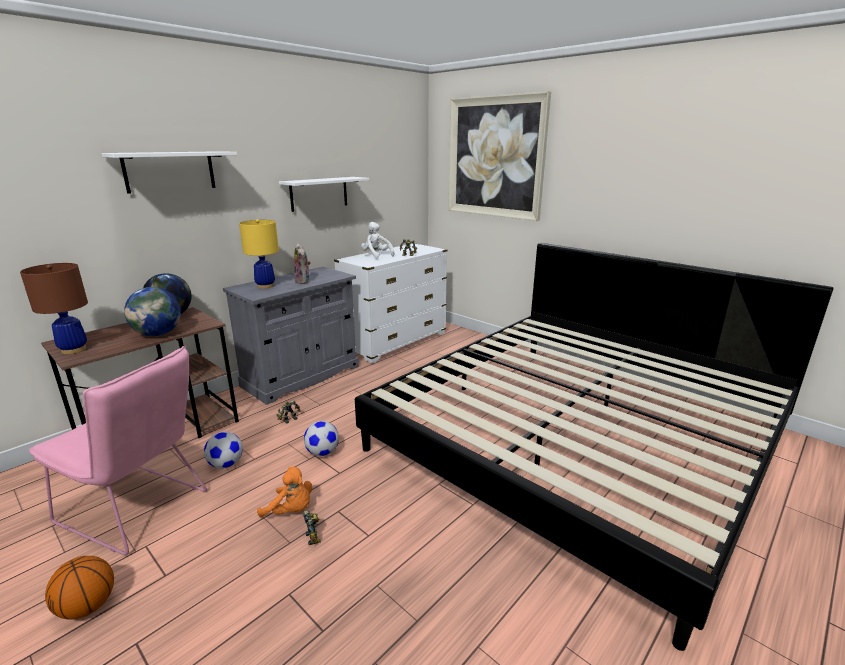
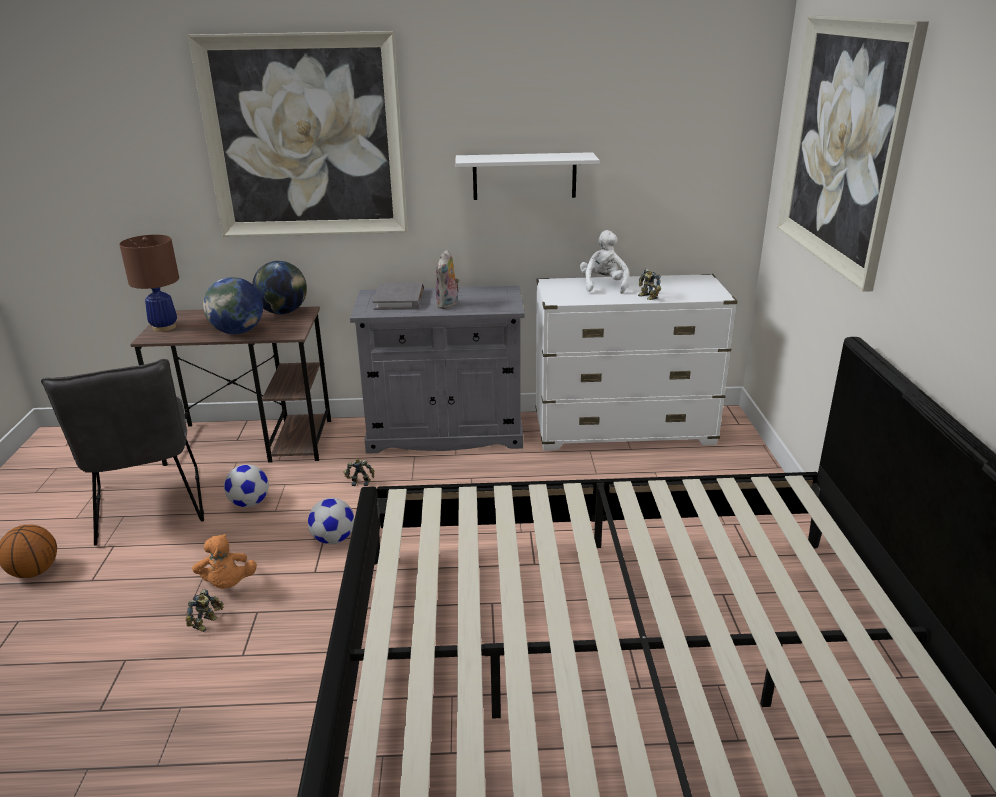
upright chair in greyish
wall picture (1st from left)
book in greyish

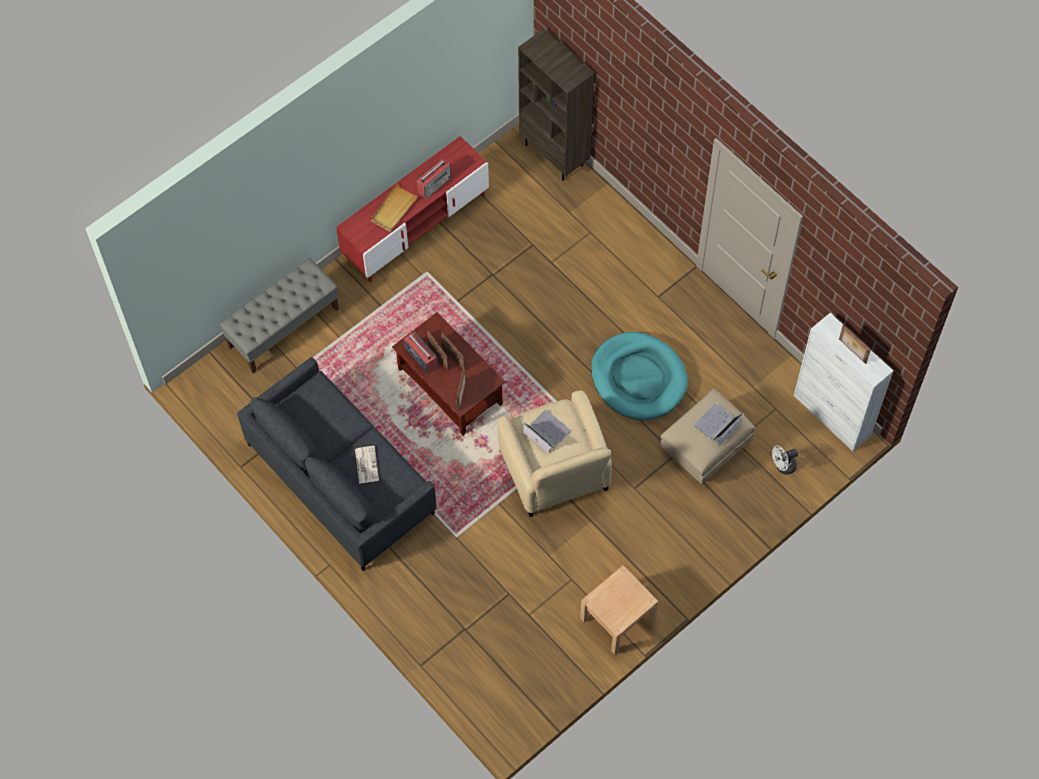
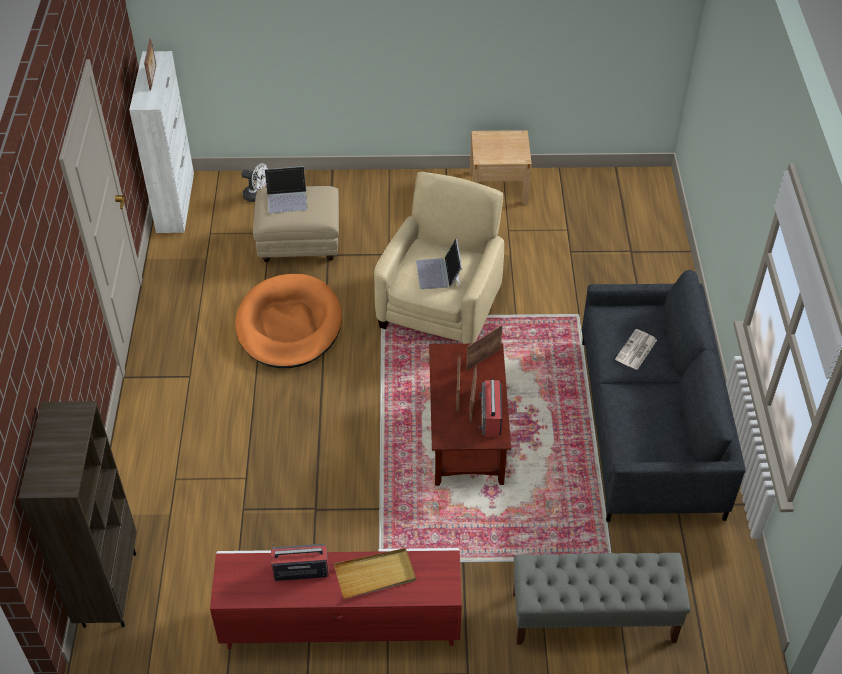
dog bed in orange

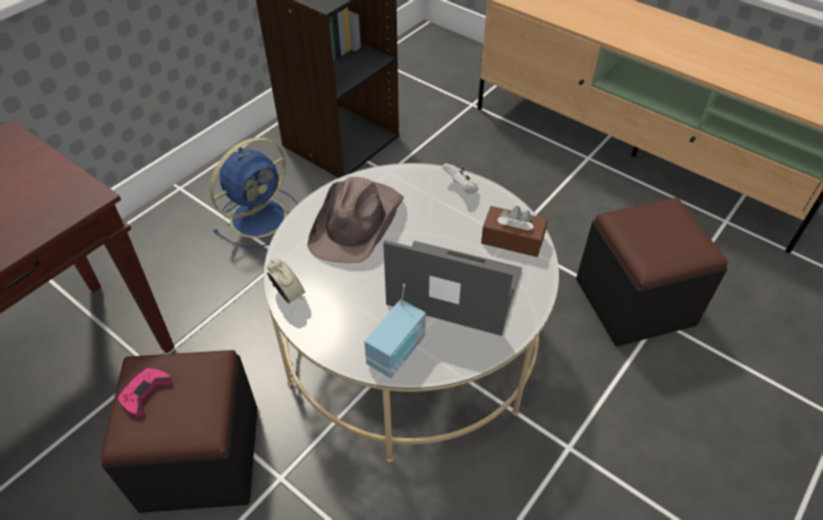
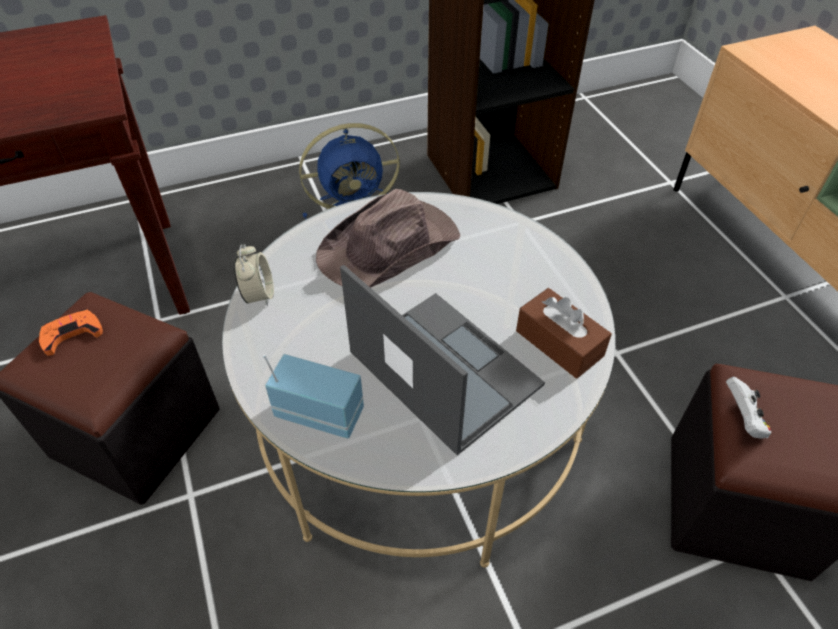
game controller in orange
radio receiver
game controller in white-coloured

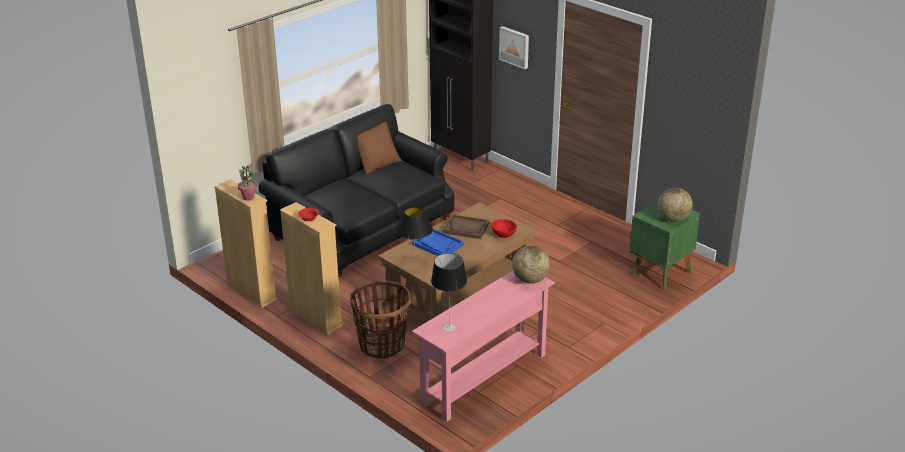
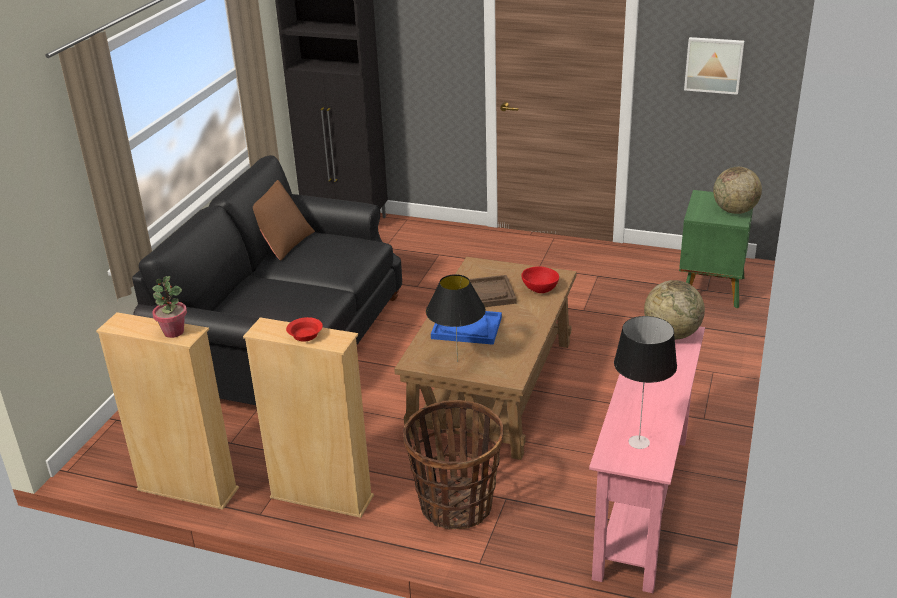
wall picture

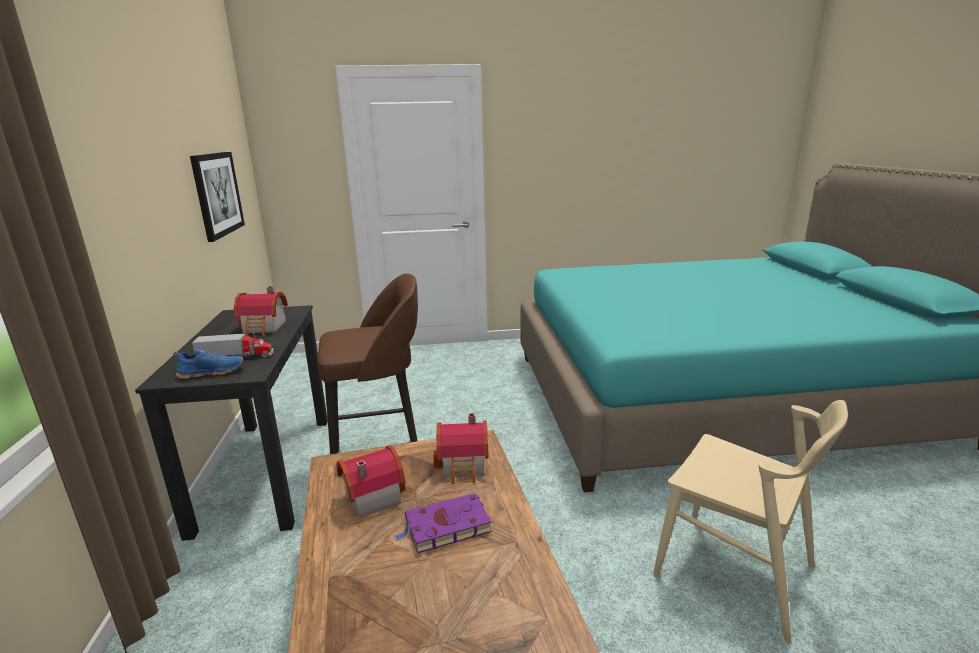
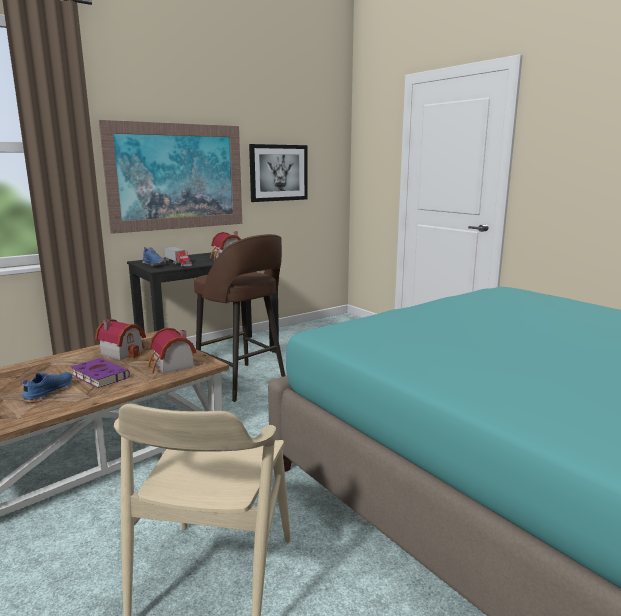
item of footwear in bluish (1st from left)
wall picture (1st from left)

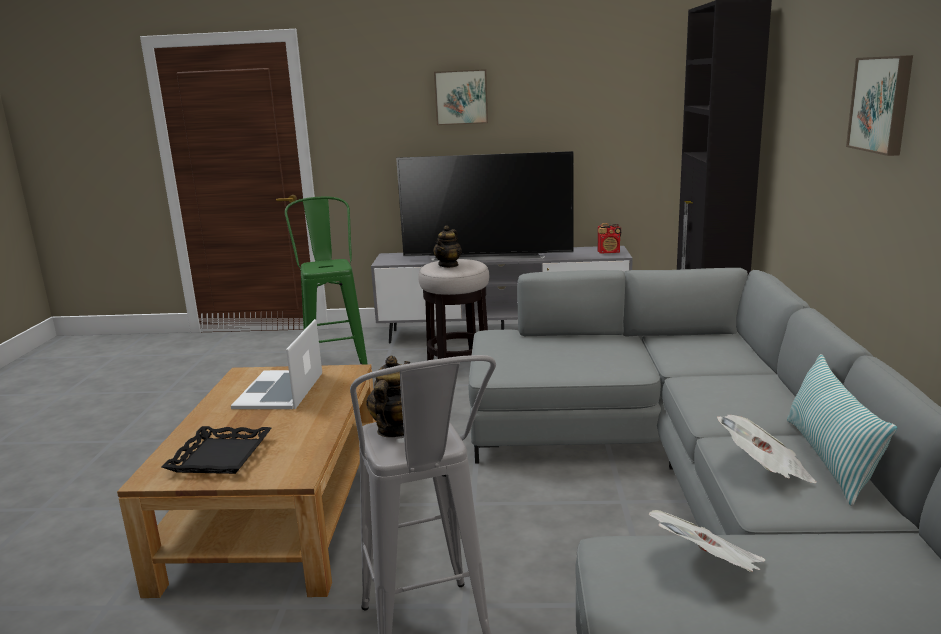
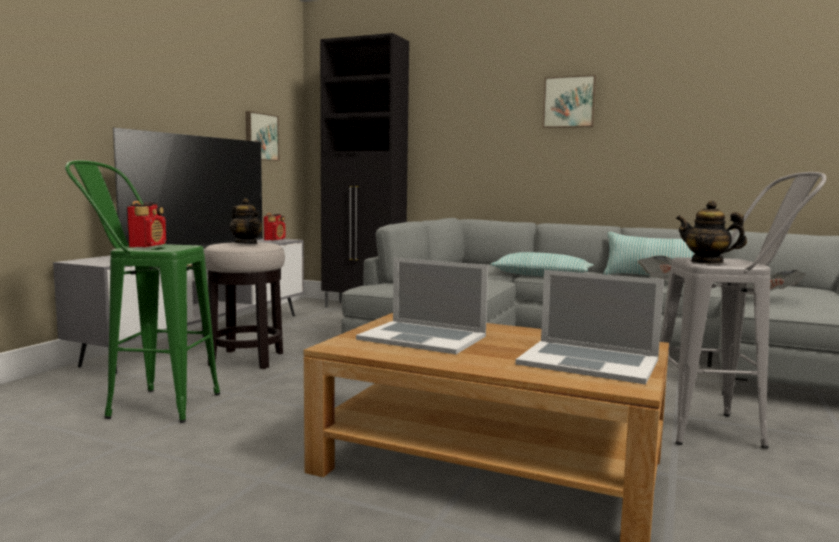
notebook computer (2nd from left)
wall picture (1st from left)
radio receiver (1st from left)
throw pillow (1st from left)

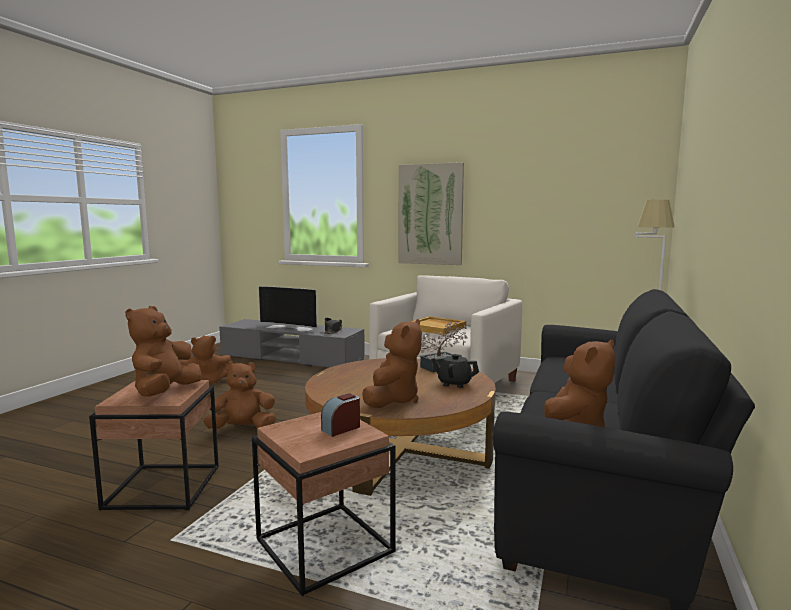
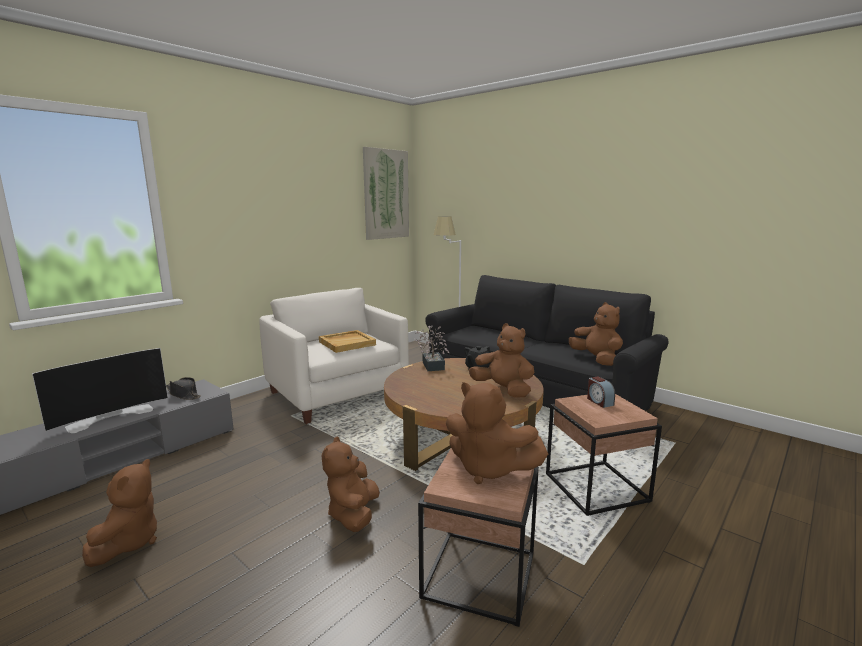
wall picture

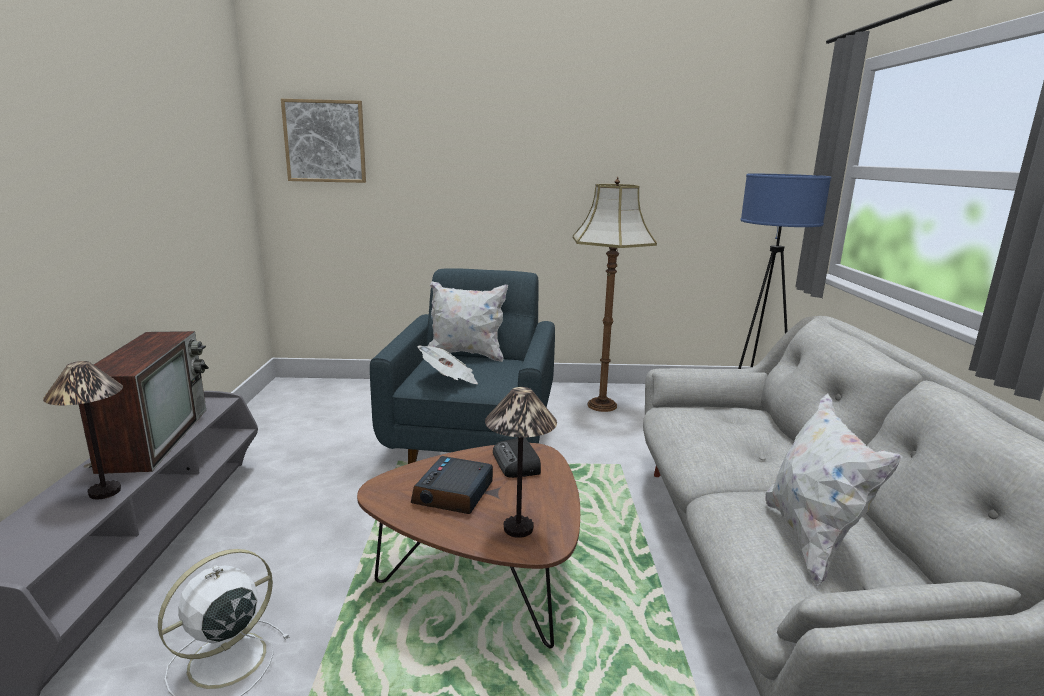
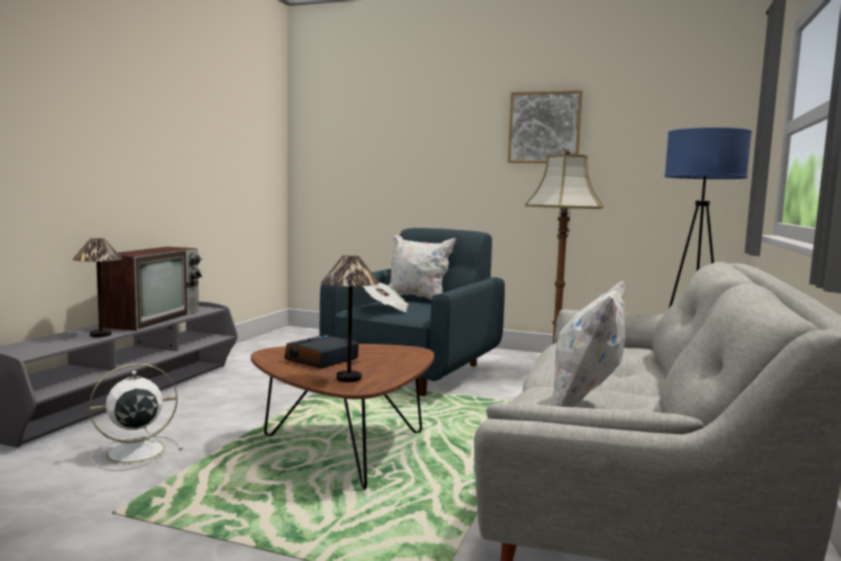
wall picture
radio receiver

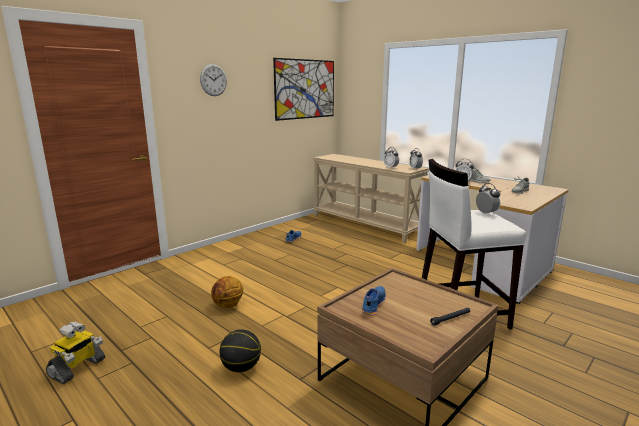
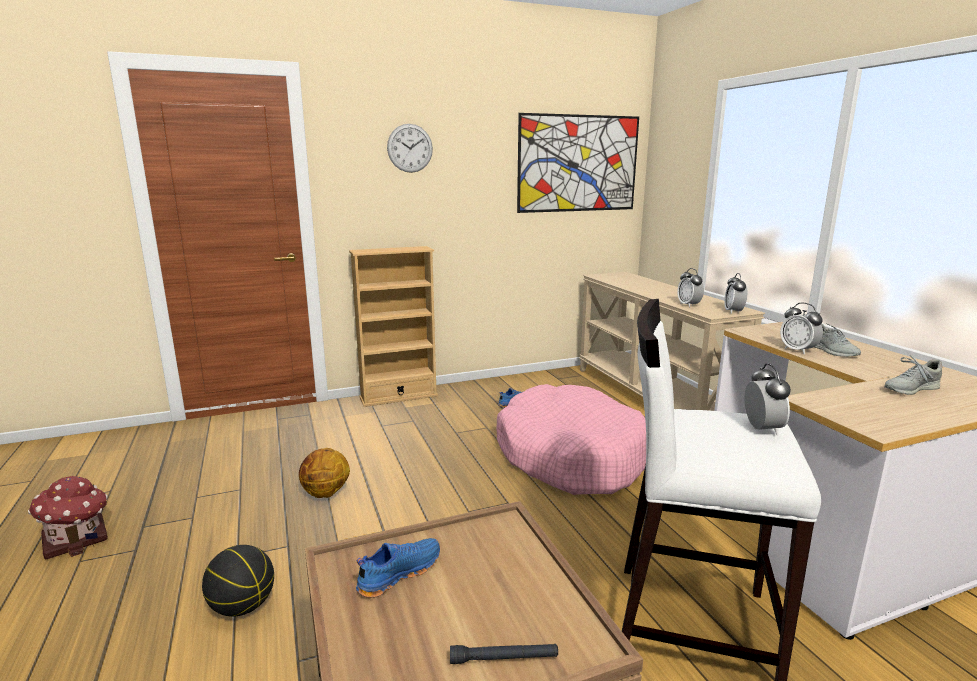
model house
bookshelf in beige
dog bed in pink

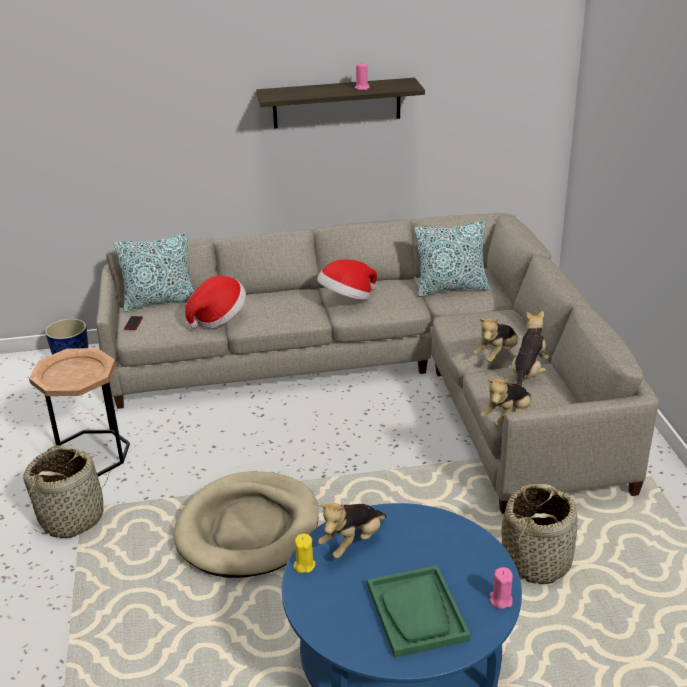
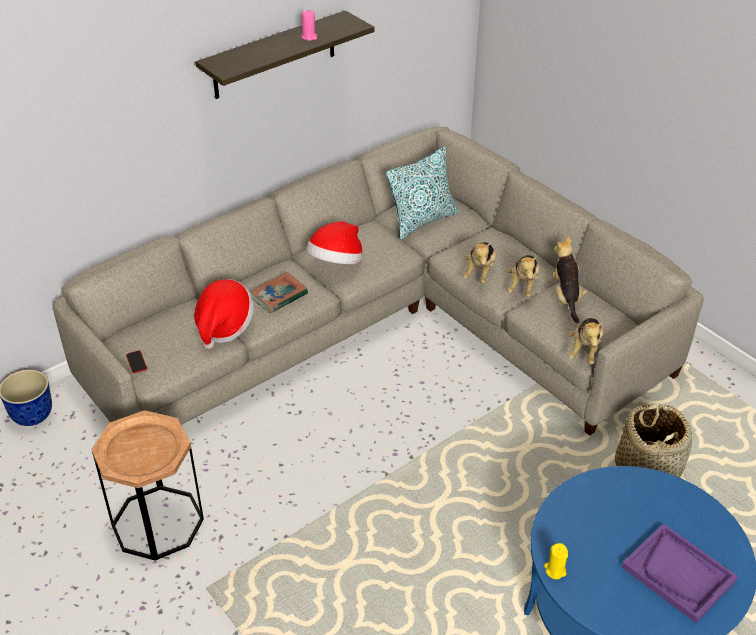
household basket (1st from left in the first image)
throw pillow (1st from left in the first image)
dog bed in beige
plush toy (1st from left)
tray in purplish
candle in pink (2nd from left in the first image)
book

